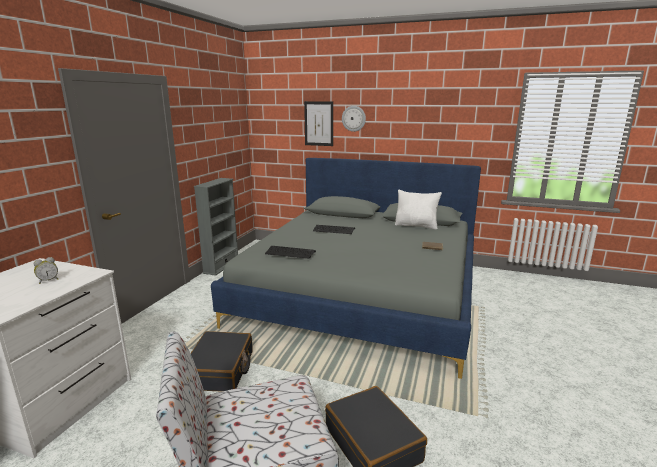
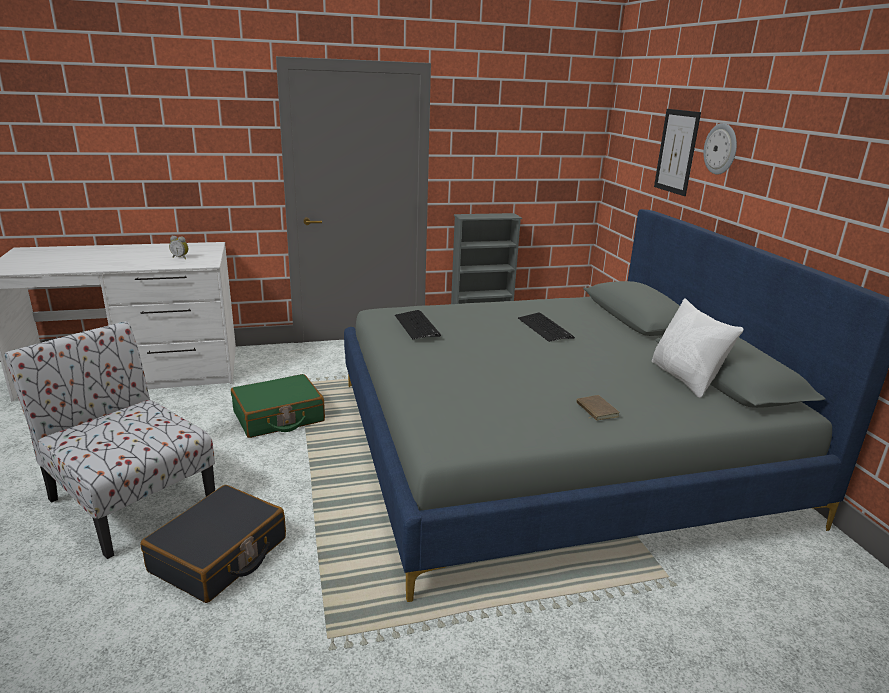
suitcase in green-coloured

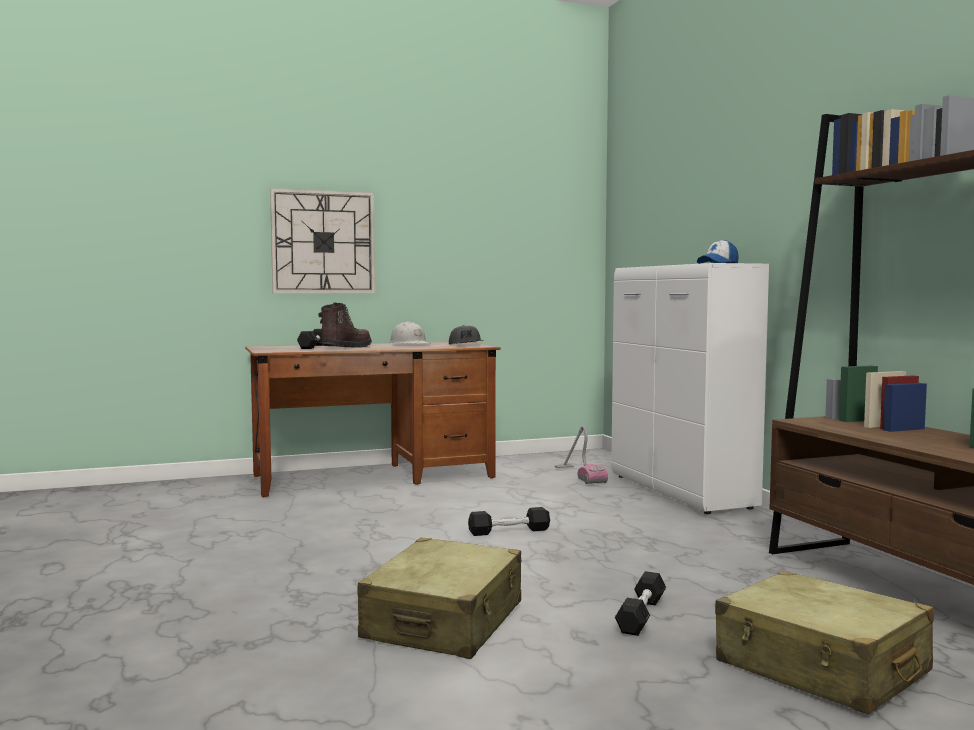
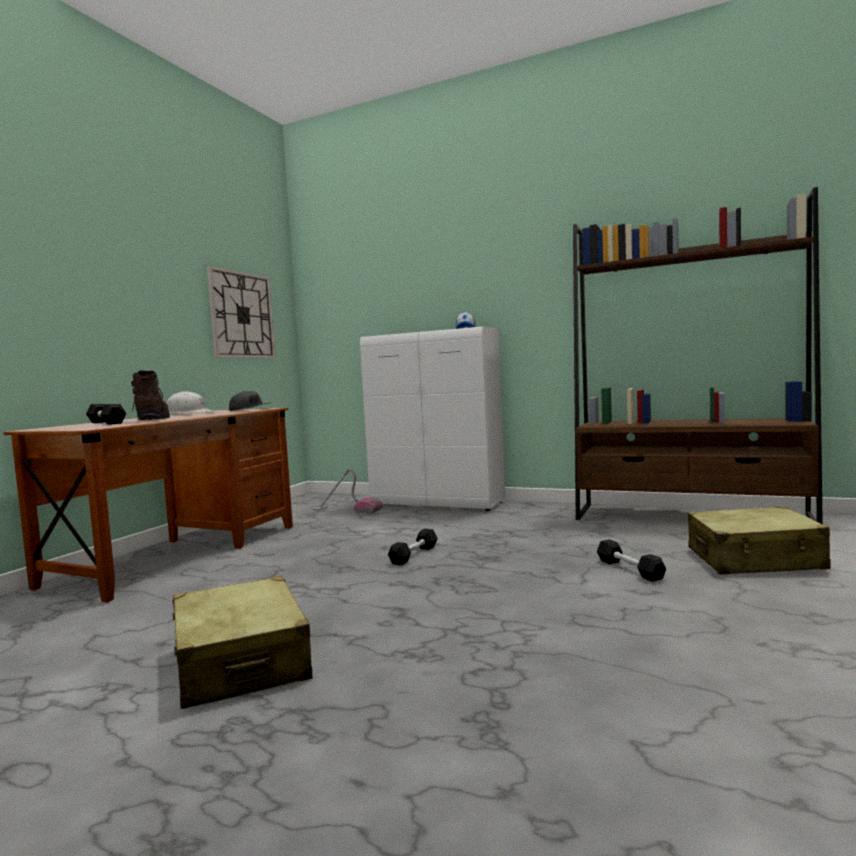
wall clock
suitcase in beige (1st from left)

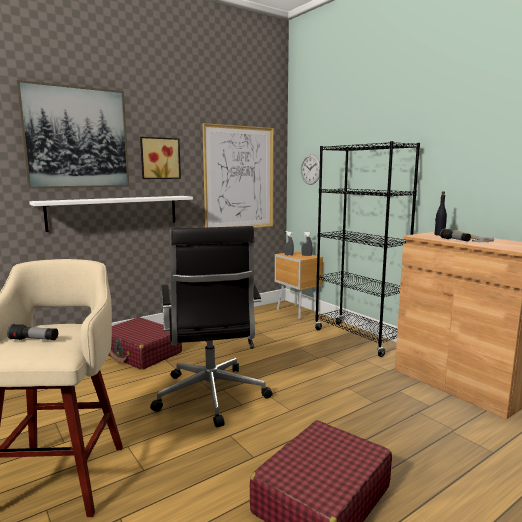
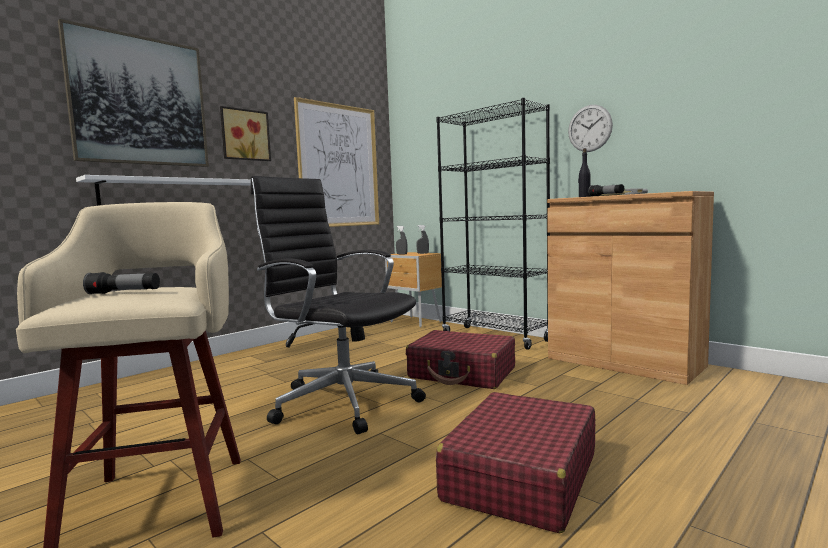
suitcase in red-coloured (1st from left)
office chair in blackish
wall clock

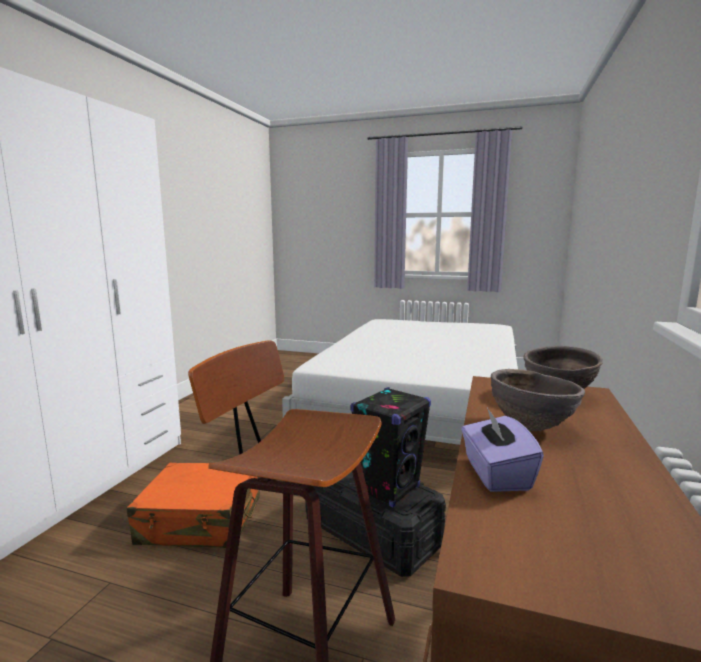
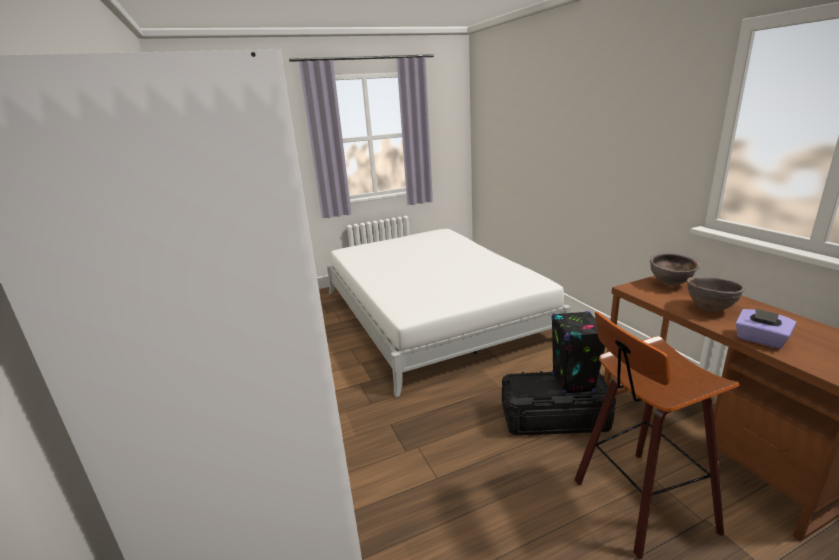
suitcase in orange

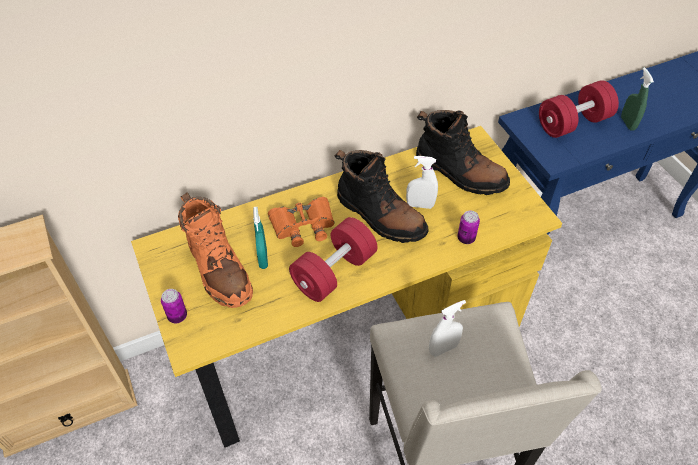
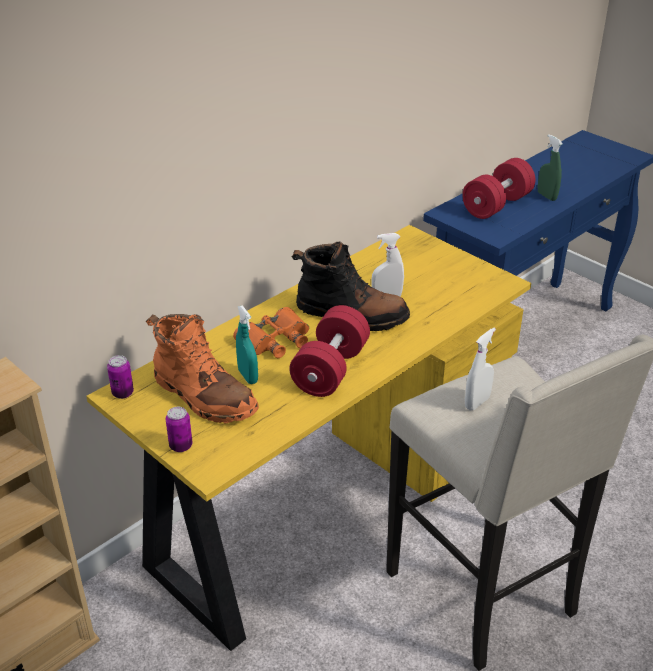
tall boot in blackish (2nd from left in the first image)
metal can (1st from left)

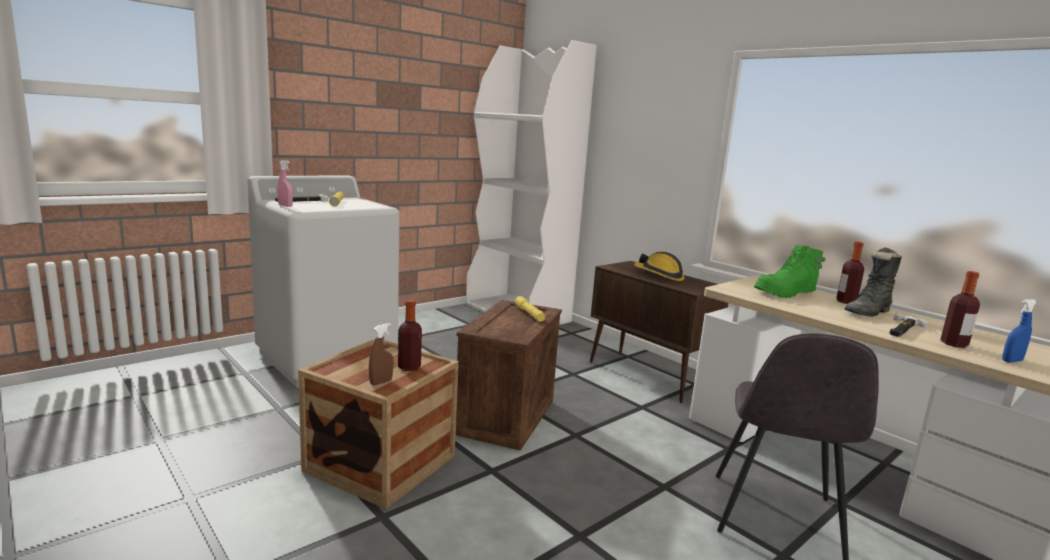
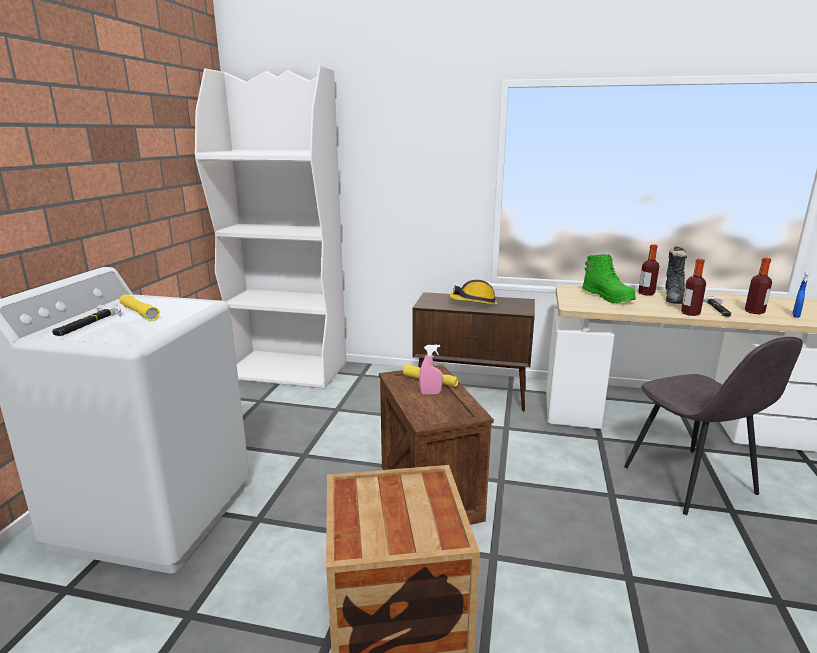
hand sprayer in pink
hand sprayer in brownish
beverage bottle (2nd from left)
tall boot in green-coloured

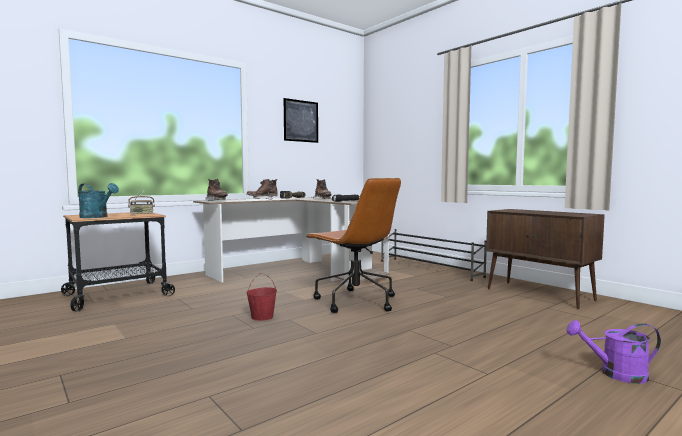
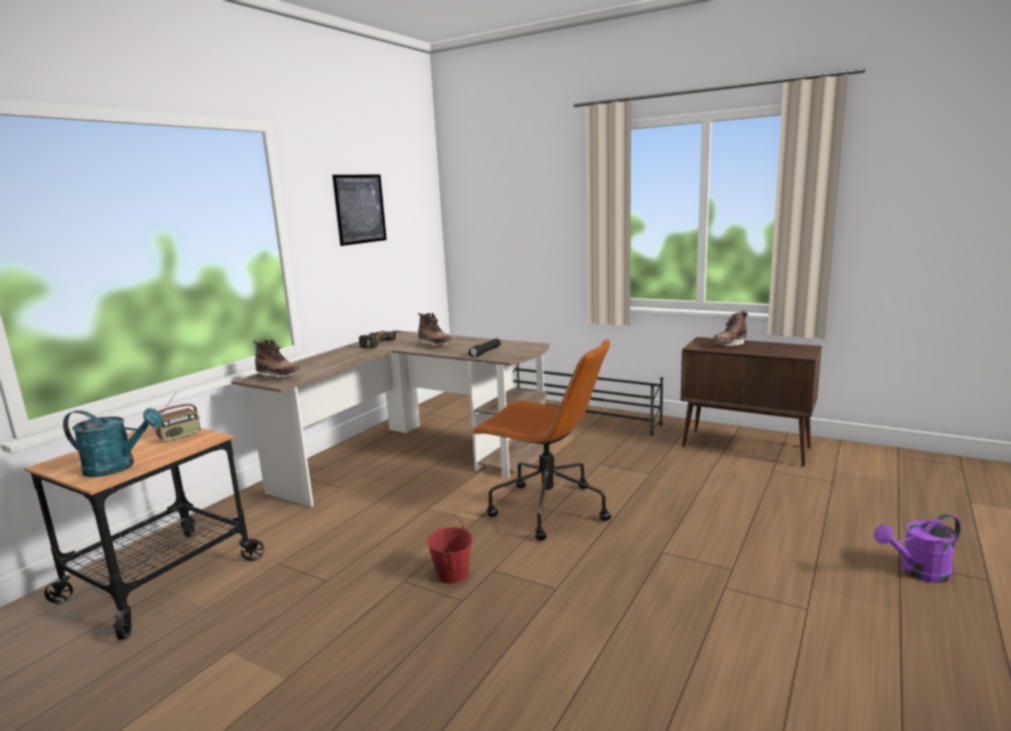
tall boot in brownish (3rd from left)

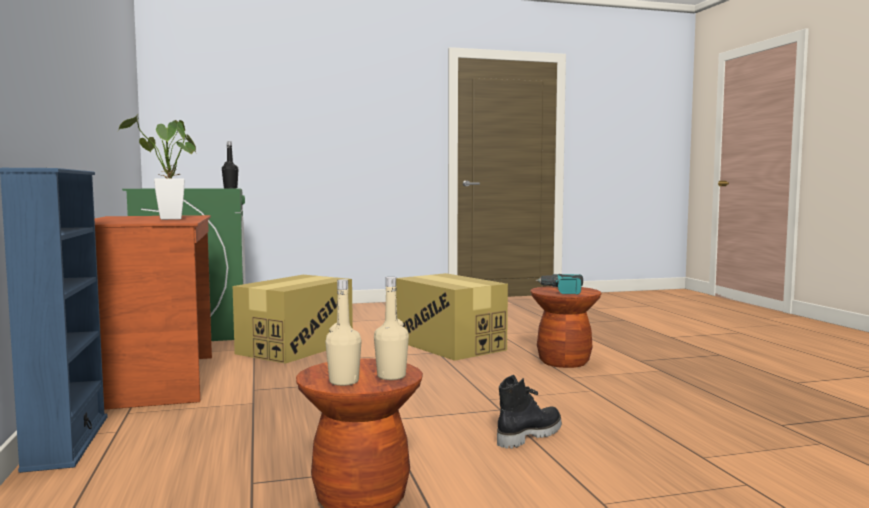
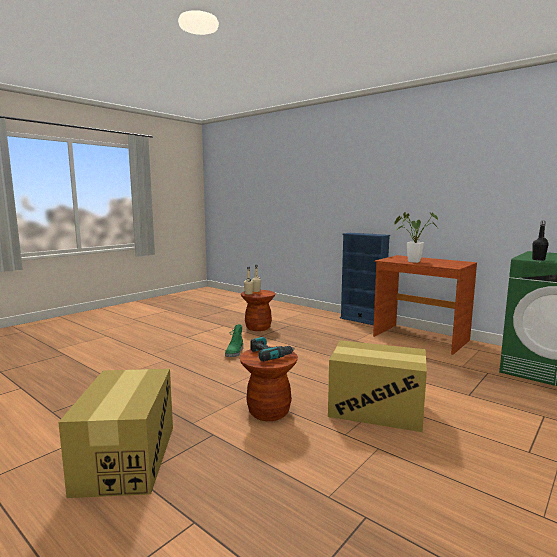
packing box (1st from left)
tall boot in green-coloured

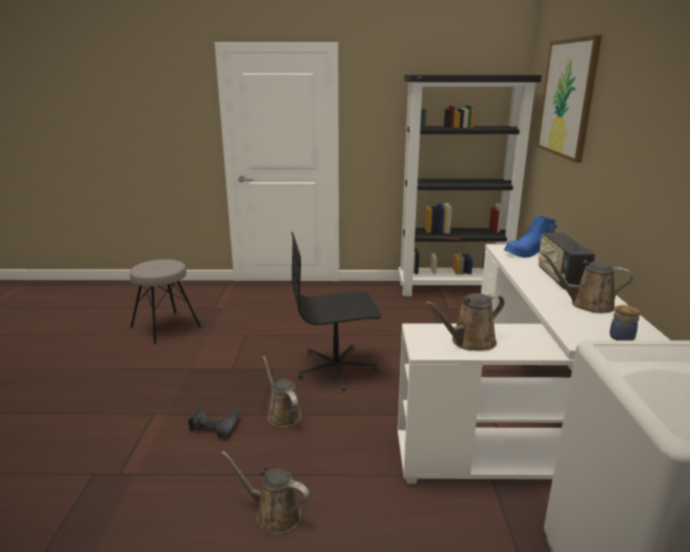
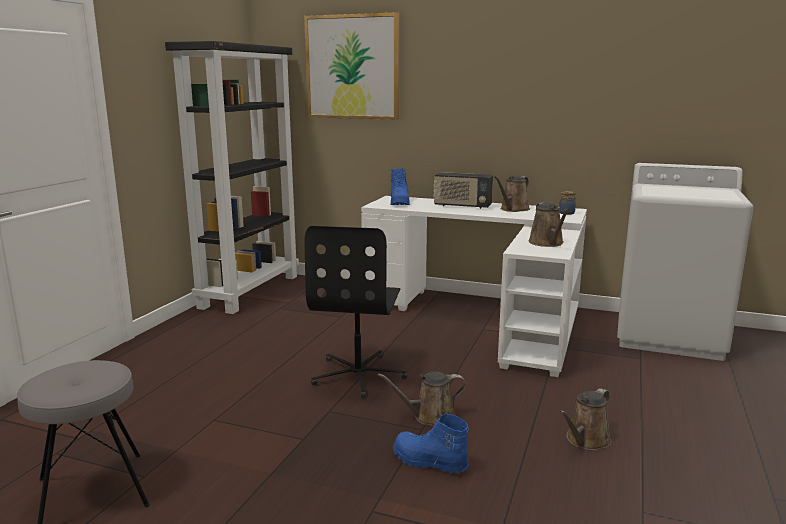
tall boot in bluish (2nd from left)

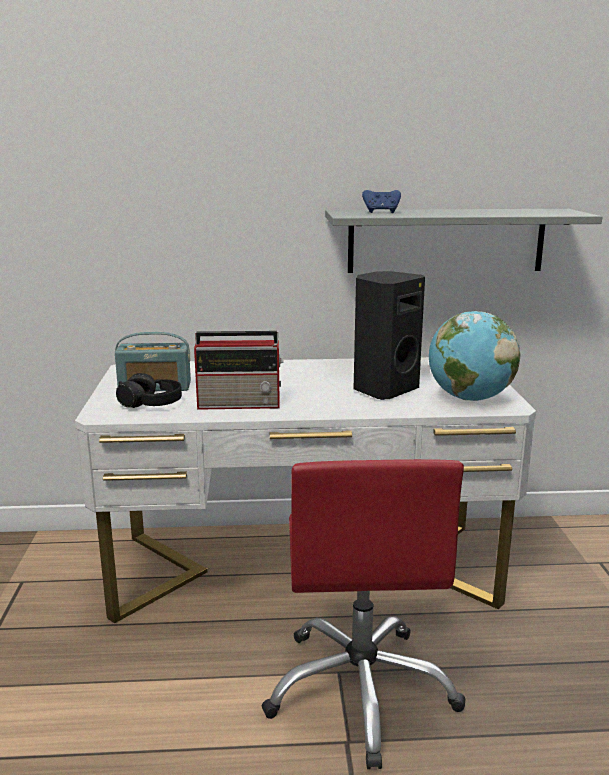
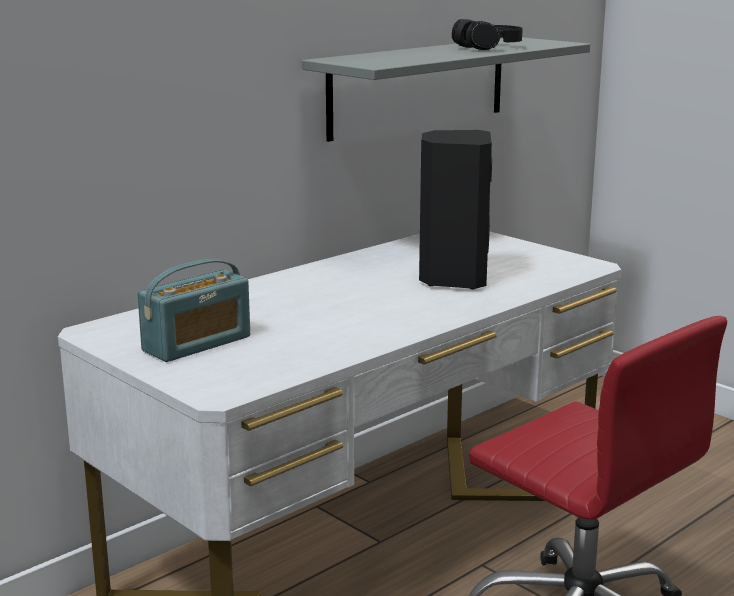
pair of headphones in blackish
radio receiver (2nd from left in the first image)
game controller in bluish
desk globe

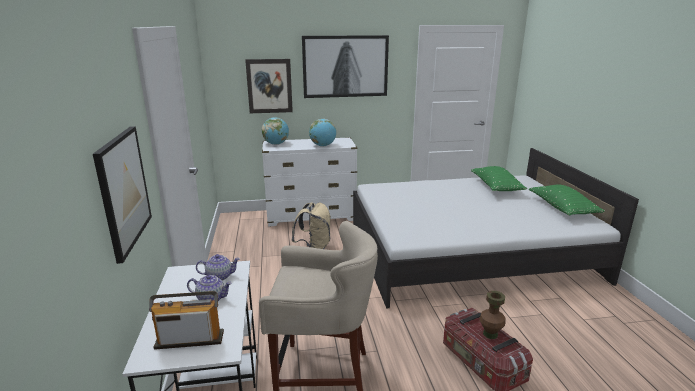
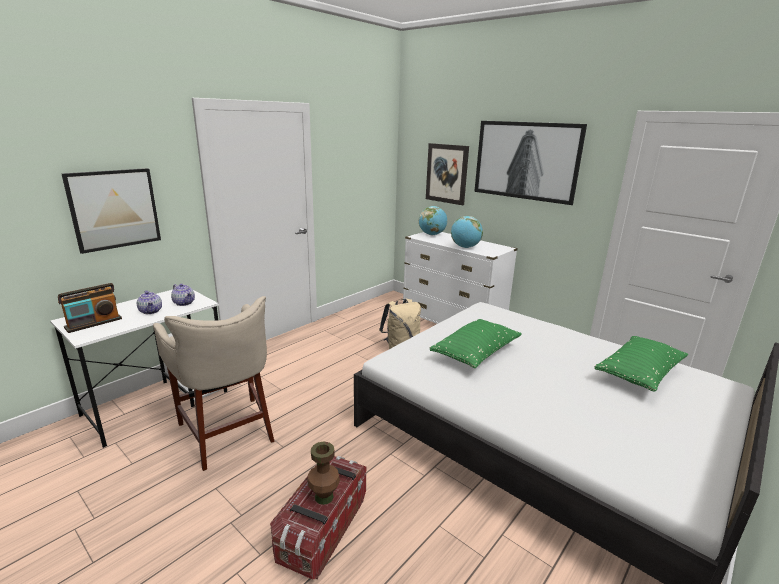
radio receiver
throw pillow in green-coloured (1st from left)

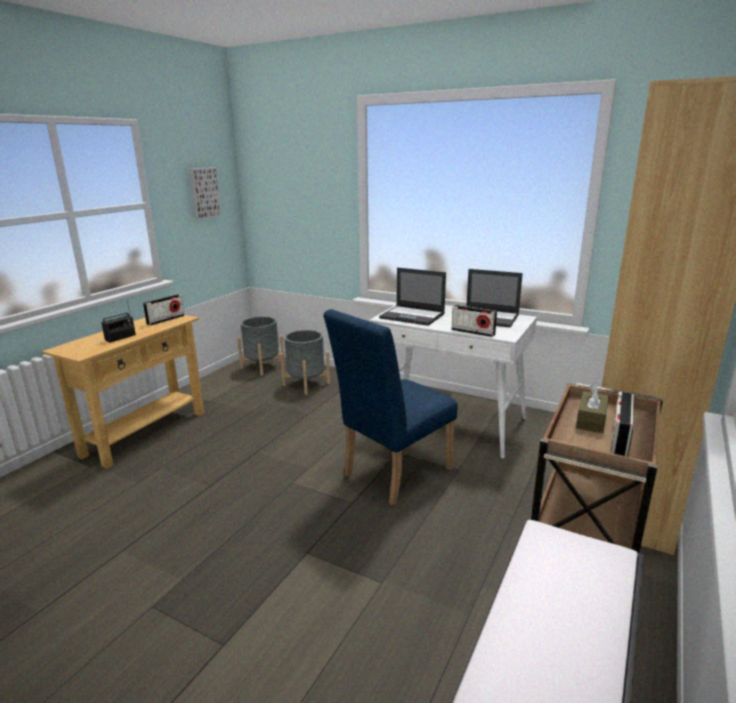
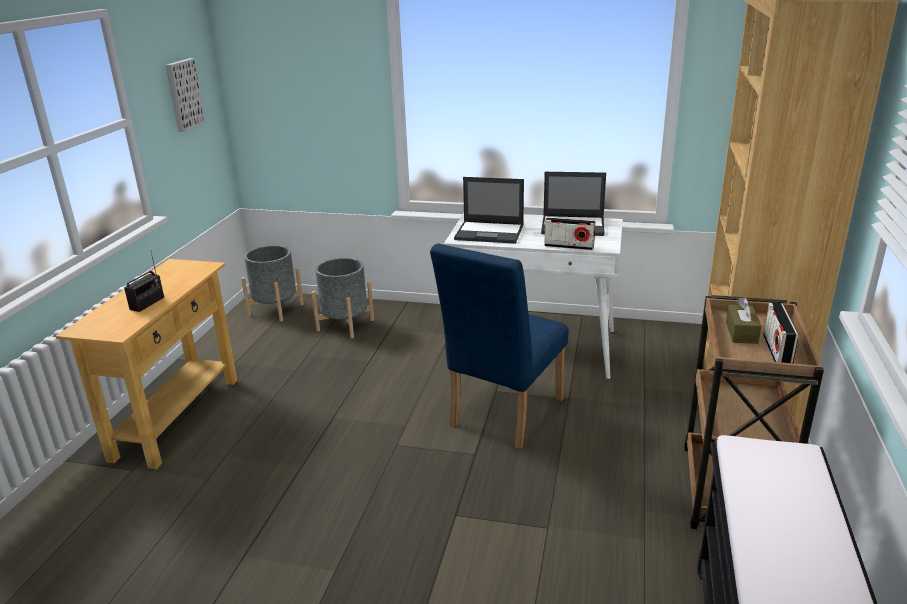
radio receiver (2nd from left in the first image)

